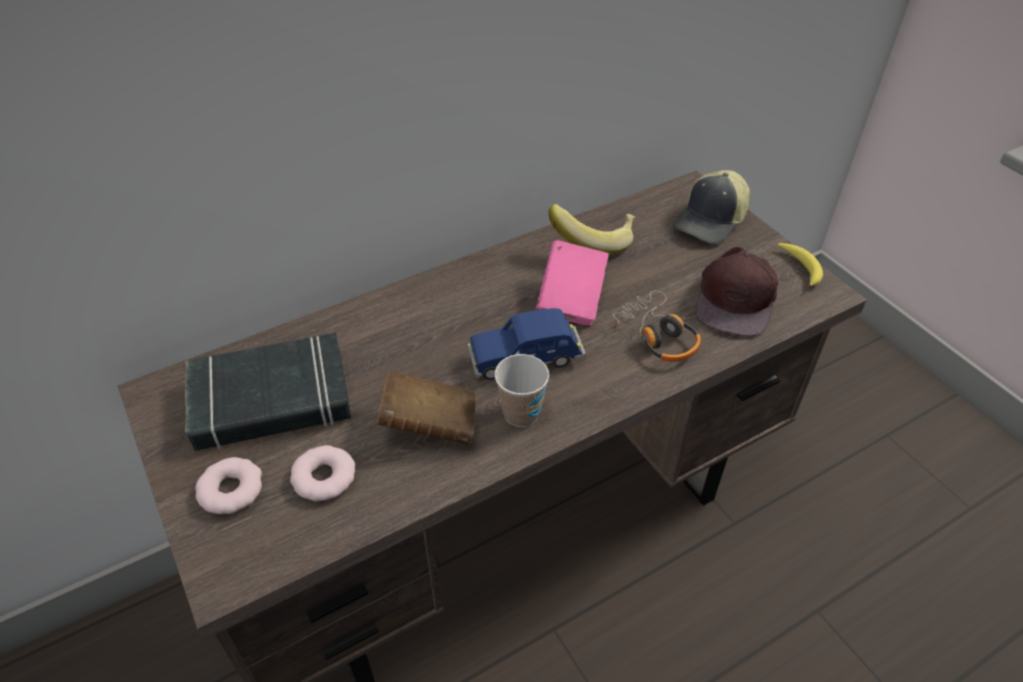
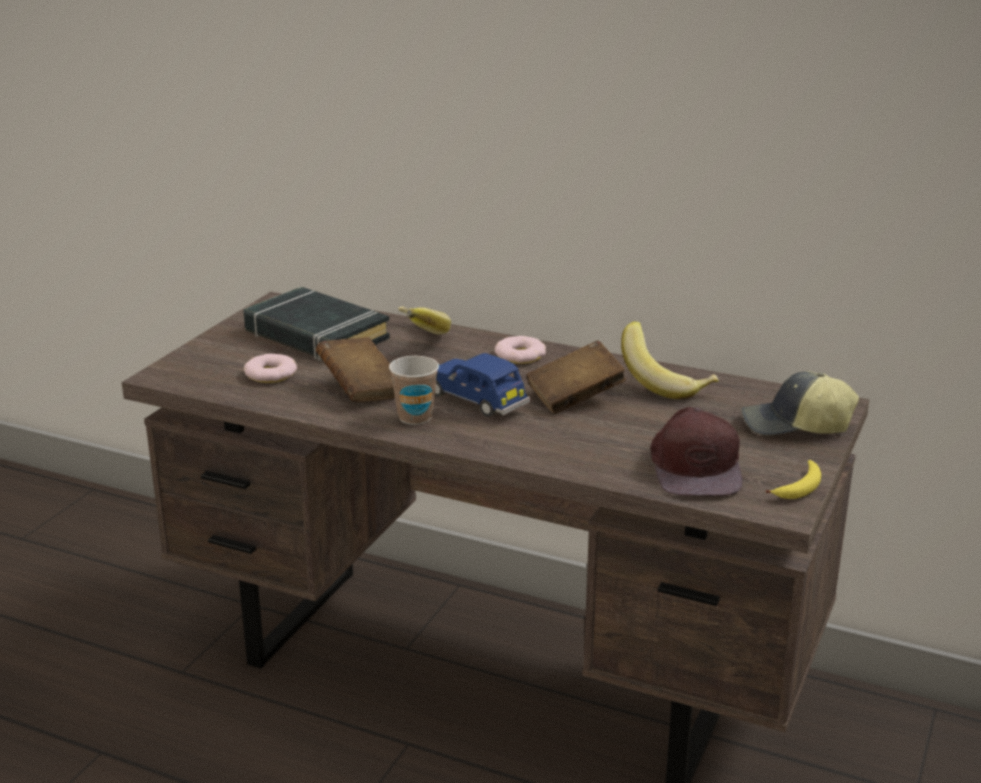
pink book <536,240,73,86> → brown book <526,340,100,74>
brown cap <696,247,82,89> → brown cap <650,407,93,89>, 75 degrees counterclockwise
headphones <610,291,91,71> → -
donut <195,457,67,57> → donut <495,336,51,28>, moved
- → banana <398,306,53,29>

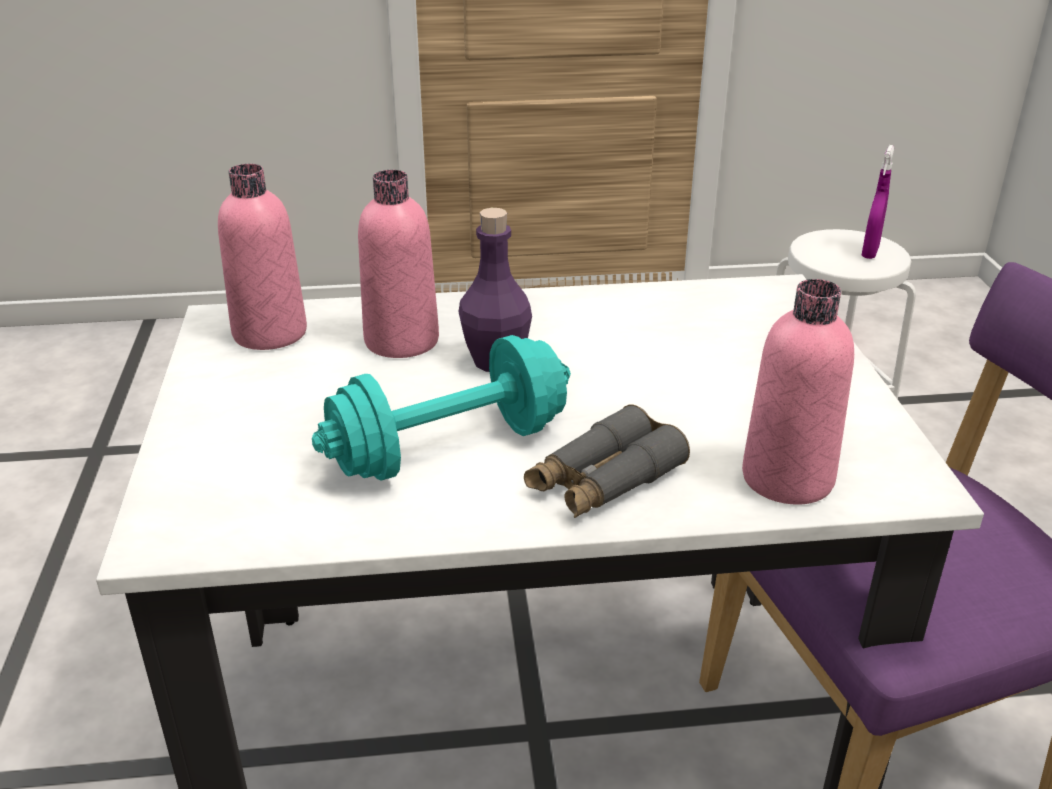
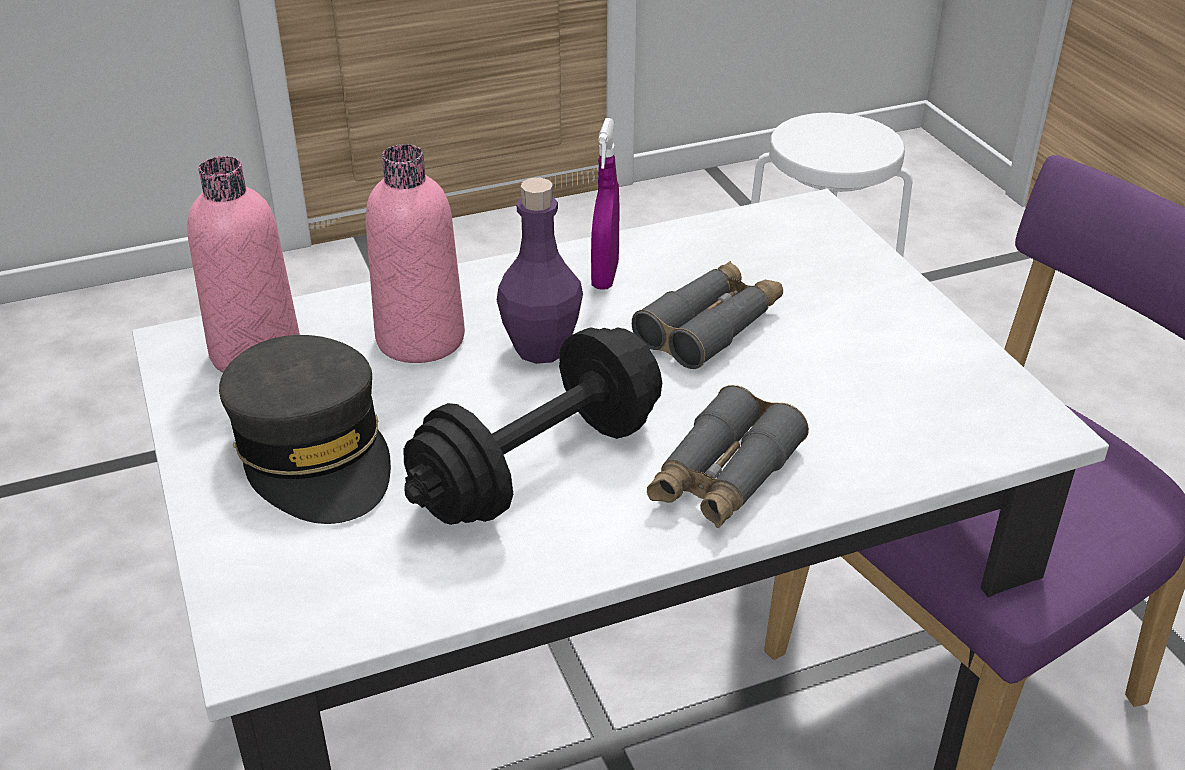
purple spray bottle <862,145,32,114> → purple spray bottle <591,118,28,172>, moved
pink bottle <742,279,112,226> → -
turquoise dumbbell <312,335,259,145> → black dumbbell <403,327,259,198>
- → grey binoculars <632,261,151,108>
- → grey cap <219,335,172,189>

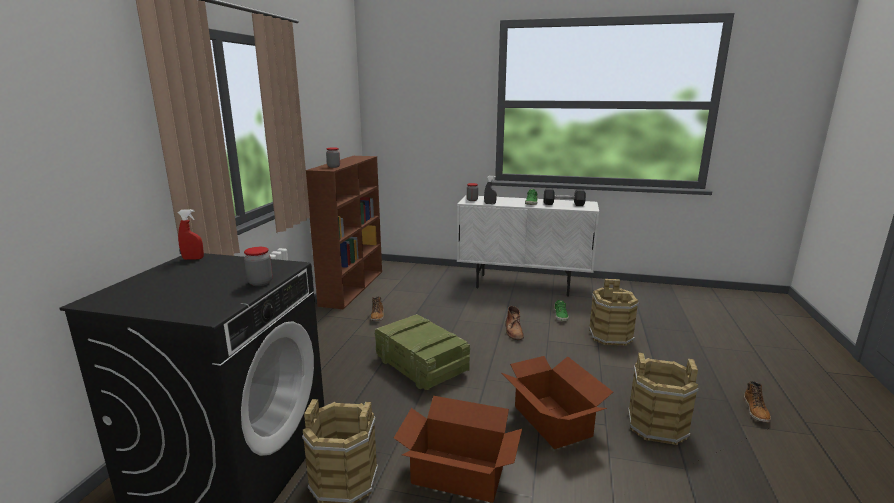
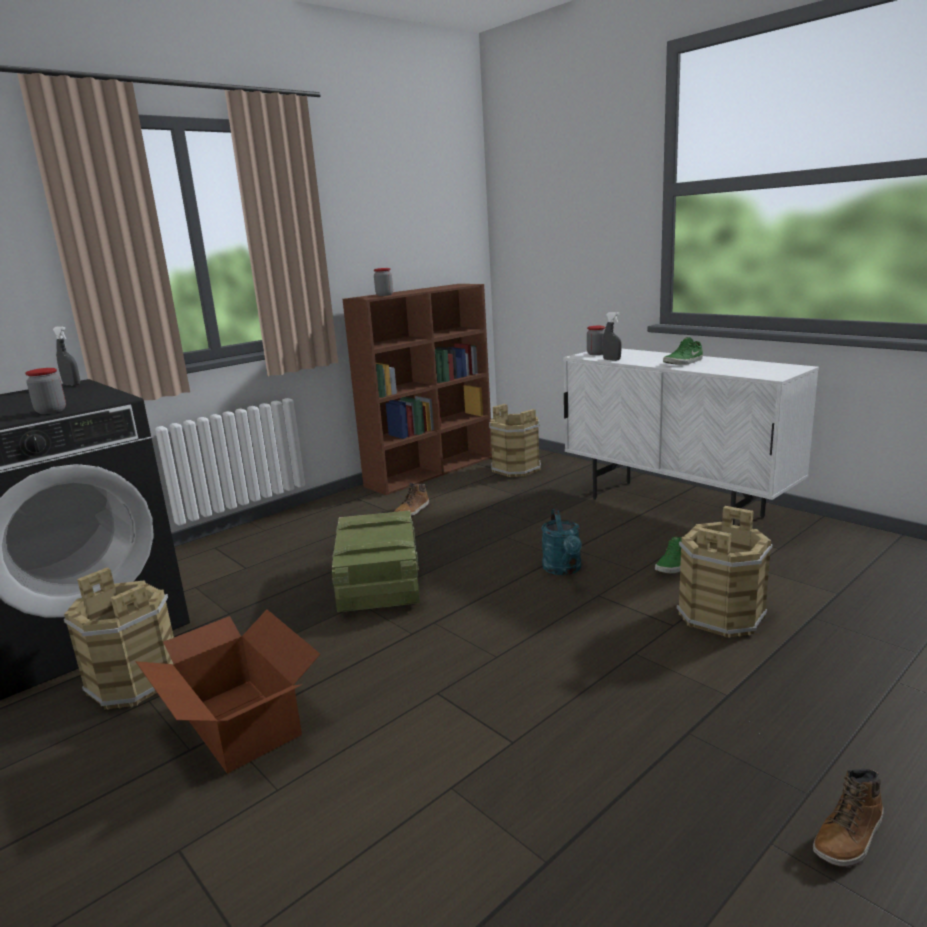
black dumbbell <544,188,42,18> → -
red spray bottle <178,209,26,51> → grey spray bottle <53,326,27,60>
brown boot <505,306,19,34> → turquoise watering can <541,509,41,66>
brown bucket <628,353,71,92> → brown bucket <489,404,52,73>, moved
cardboard box <502,356,111,93> → -

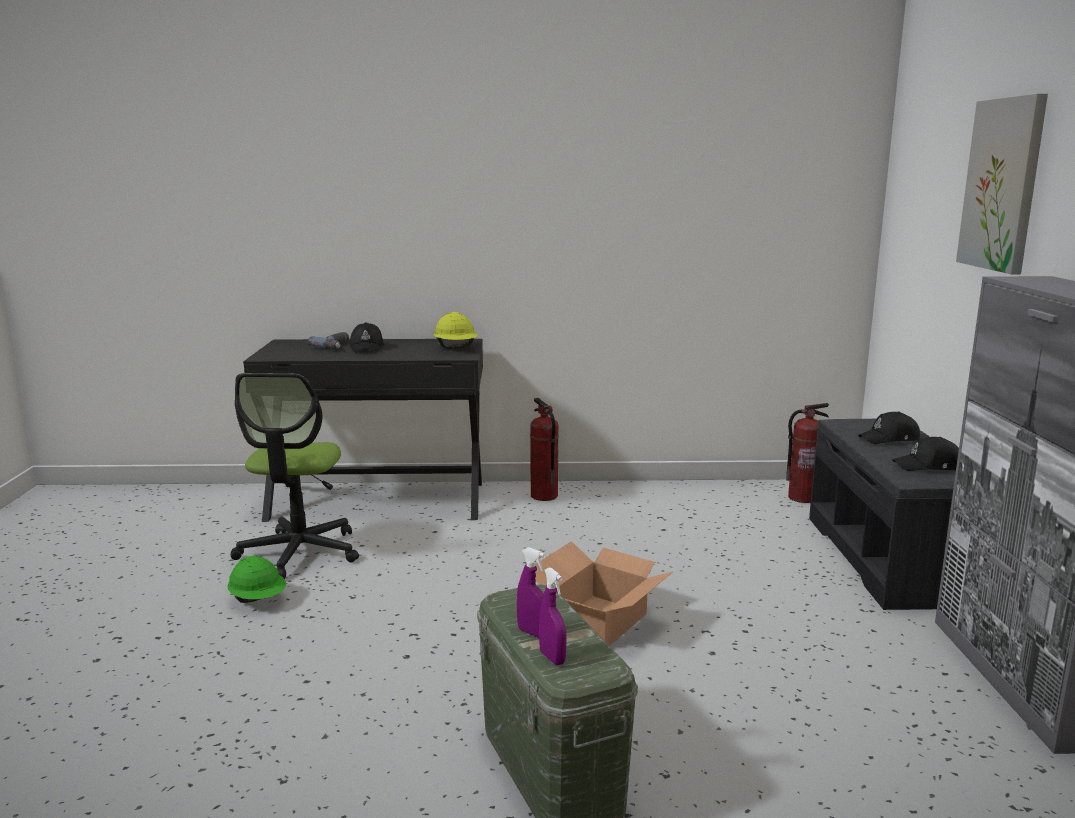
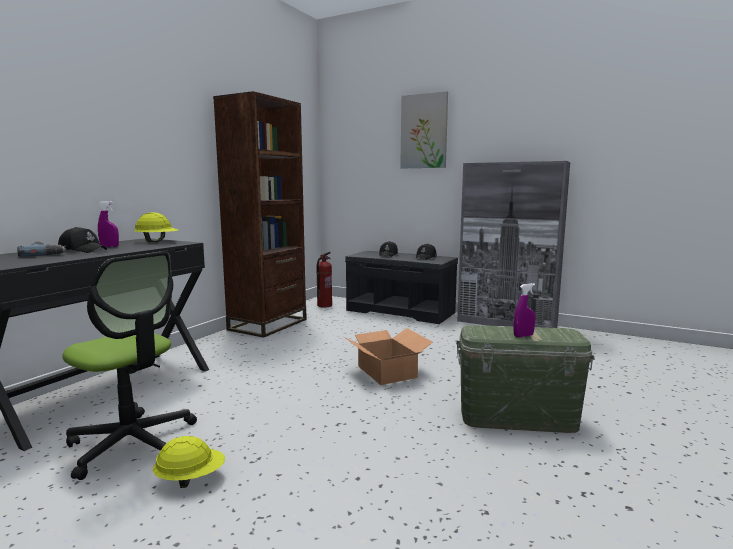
fire extinguisher <530,398,29,103> → -
green hard hat <227,556,59,47> → yellow hard hat <153,436,72,52>
purple spray bottle <539,567,28,98> → purple spray bottle <98,201,21,46>, moved
- → brown bookcase <213,91,94,247>

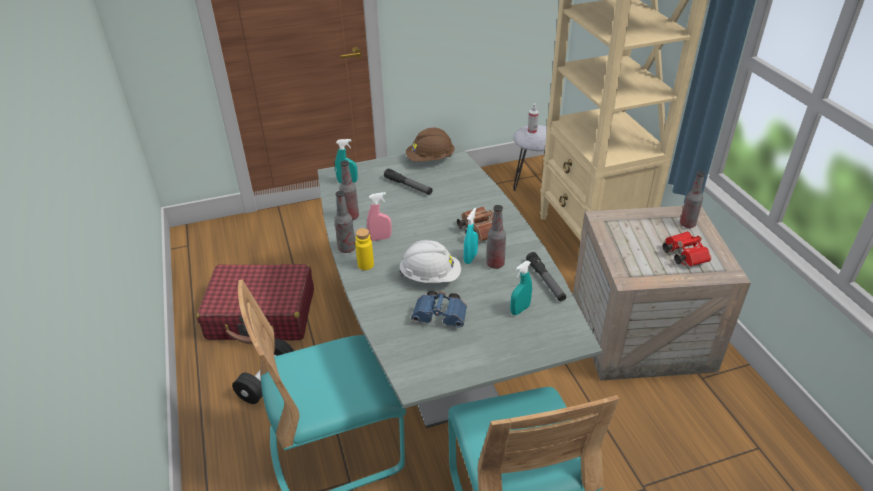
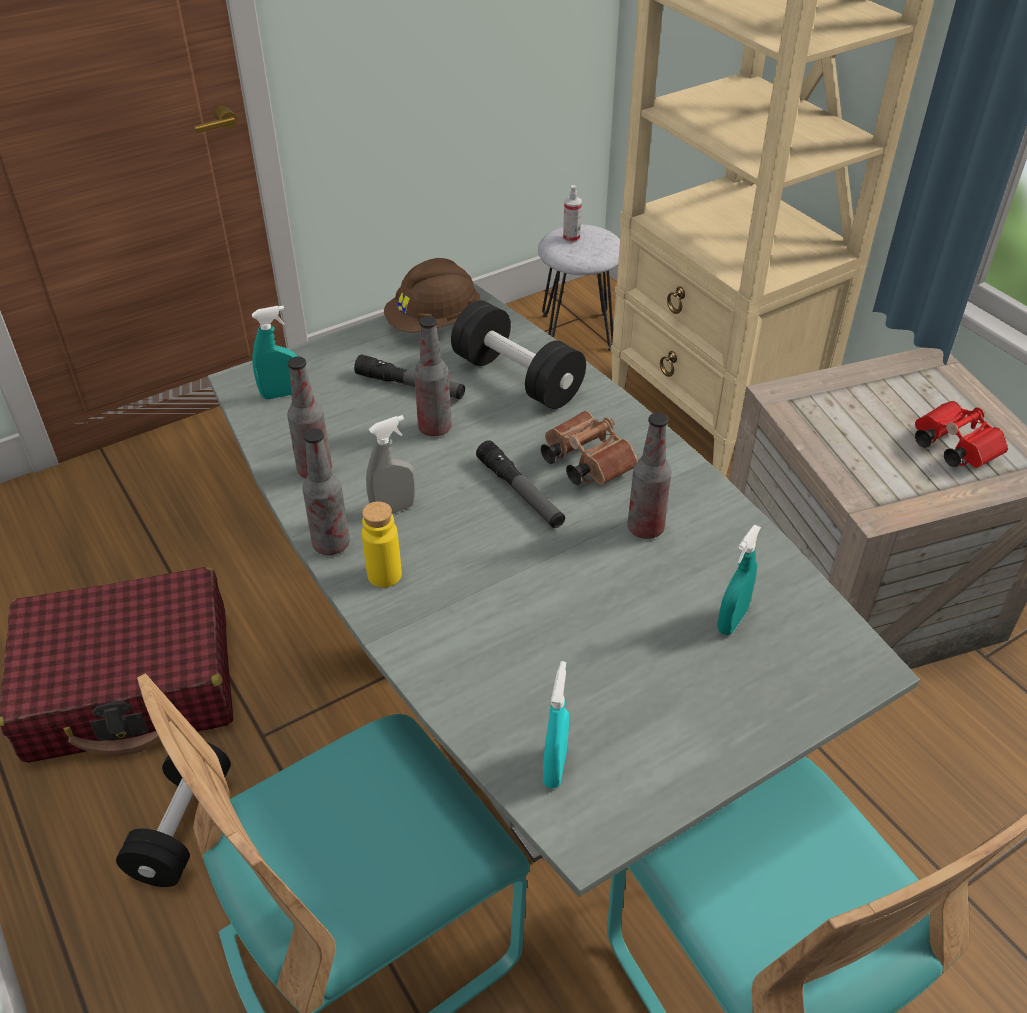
bottle <680,171,25,57> → bottle <414,316,38,120>, moved
pink spray bottle <367,192,24,49> → grey spray bottle <366,415,50,99>
turquoise spray bottle <464,208,14,56> → turquoise spray bottle <543,661,26,128>, moved
white hard hat <399,240,62,43> → -
flashlight <526,252,40,49> → flashlight <476,440,89,88>, moved
blue binoculars <411,291,56,36> → -
- → black dumbbell <451,300,135,109>

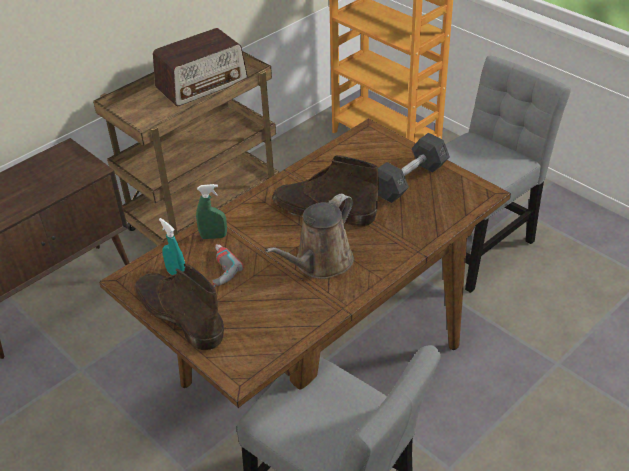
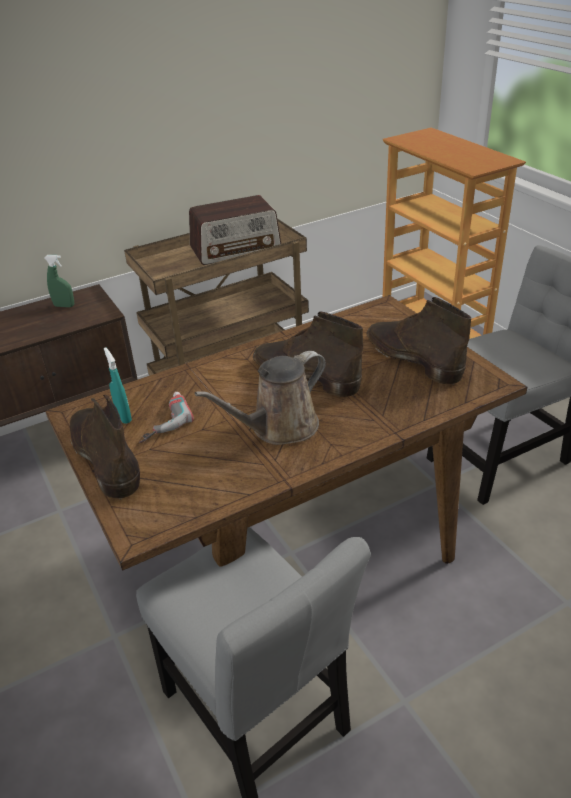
grey dumbbell <378,133,72,70> → brown boot <366,297,105,88>
green spray bottle <196,184,31,55> → green spray bottle <44,255,30,52>, moved

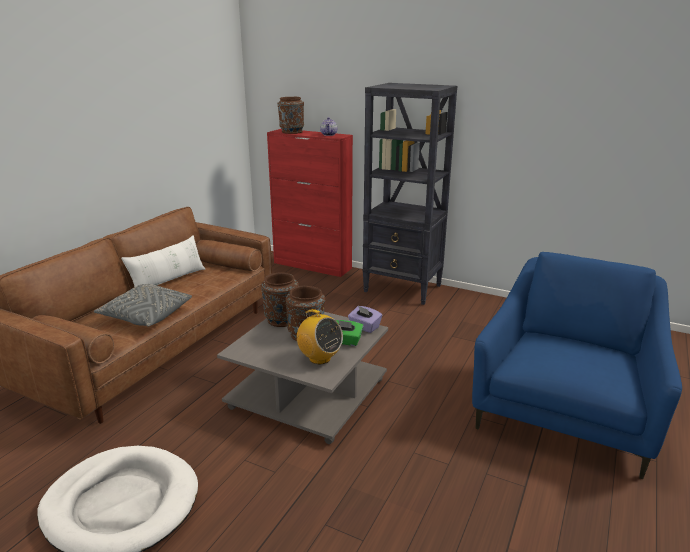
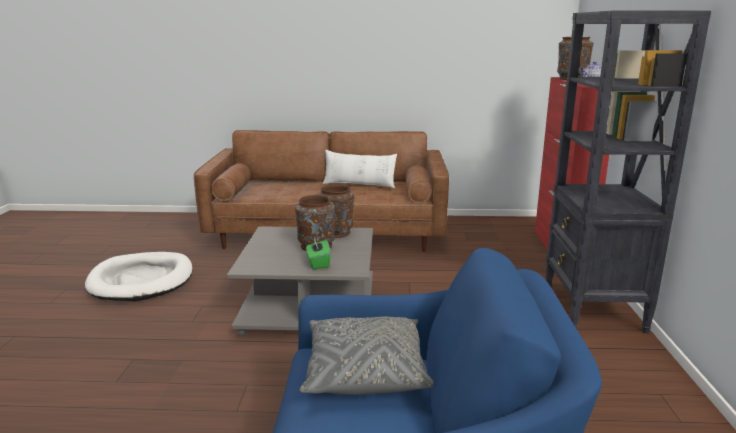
grey pillow <94,284,98,43> → grey pillow <299,317,134,78>, moved
purple tissue box <348,306,34,27> → -
radio <293,309,50,55> → -

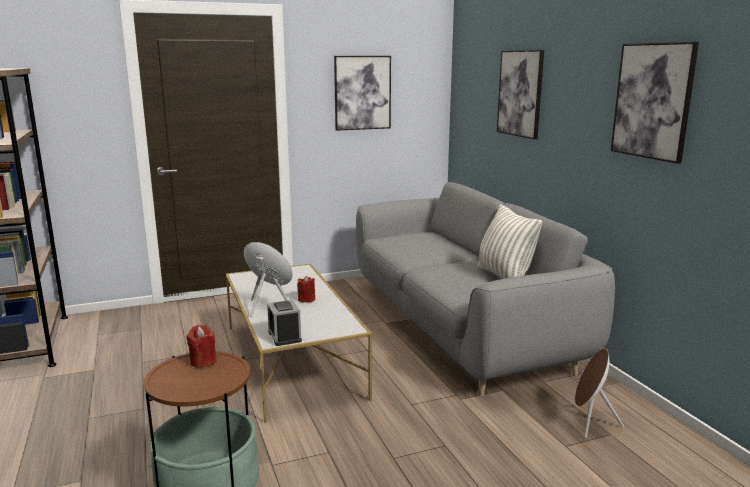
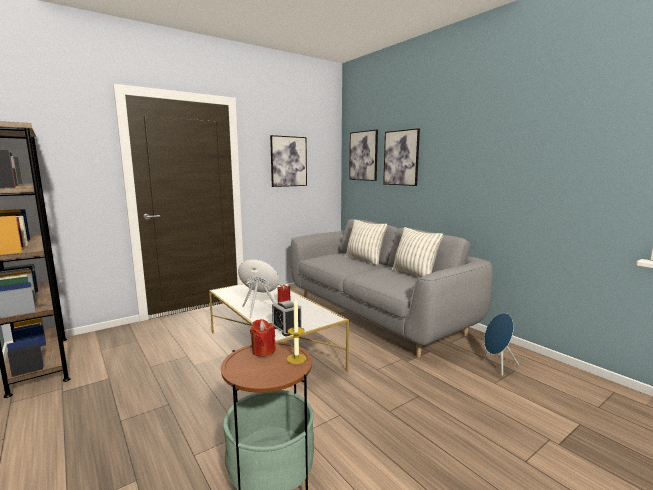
picture <611,42,88,122> → picture <349,130,29,51>, moved
brown speaker <575,348,49,90> → blue speaker <484,313,35,62>
- → pillow <345,220,42,45>
- → candle <287,298,19,66>

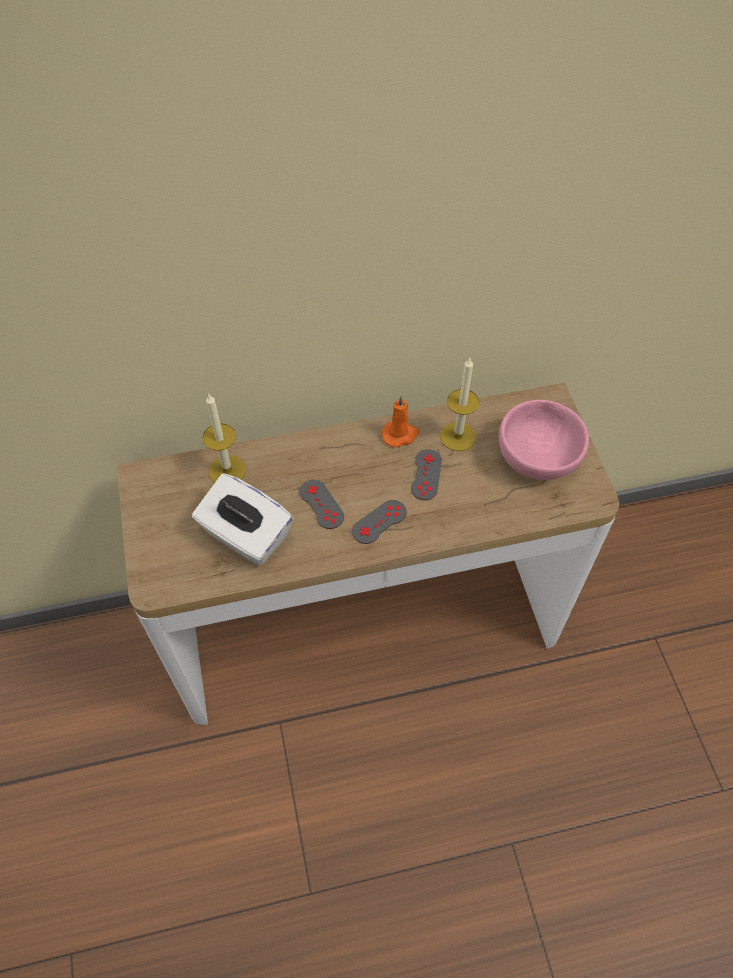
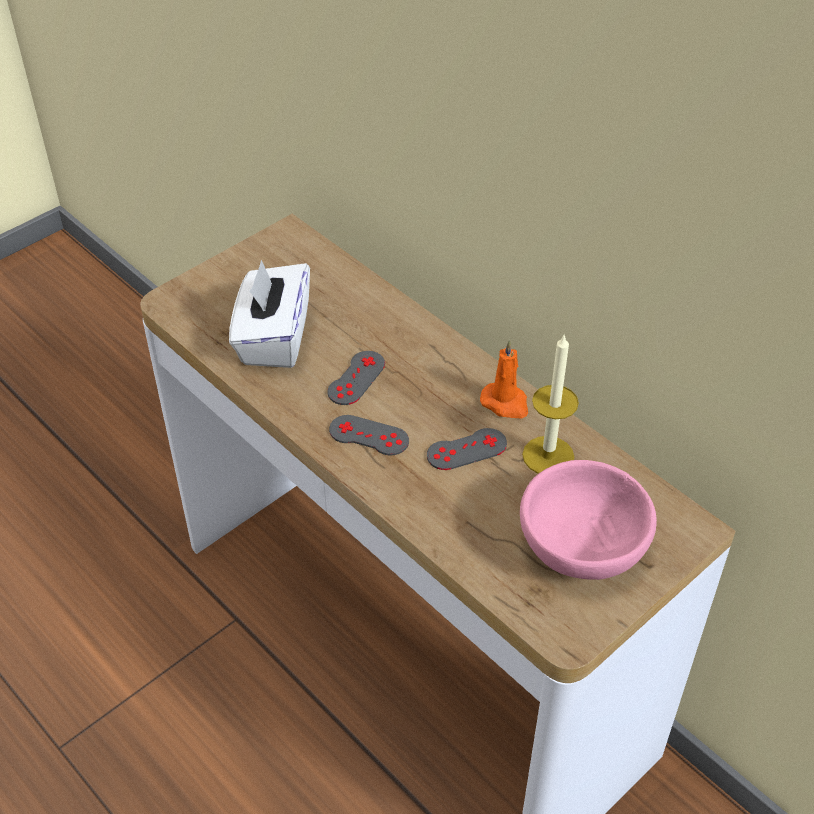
candle <202,393,44,90> → -

